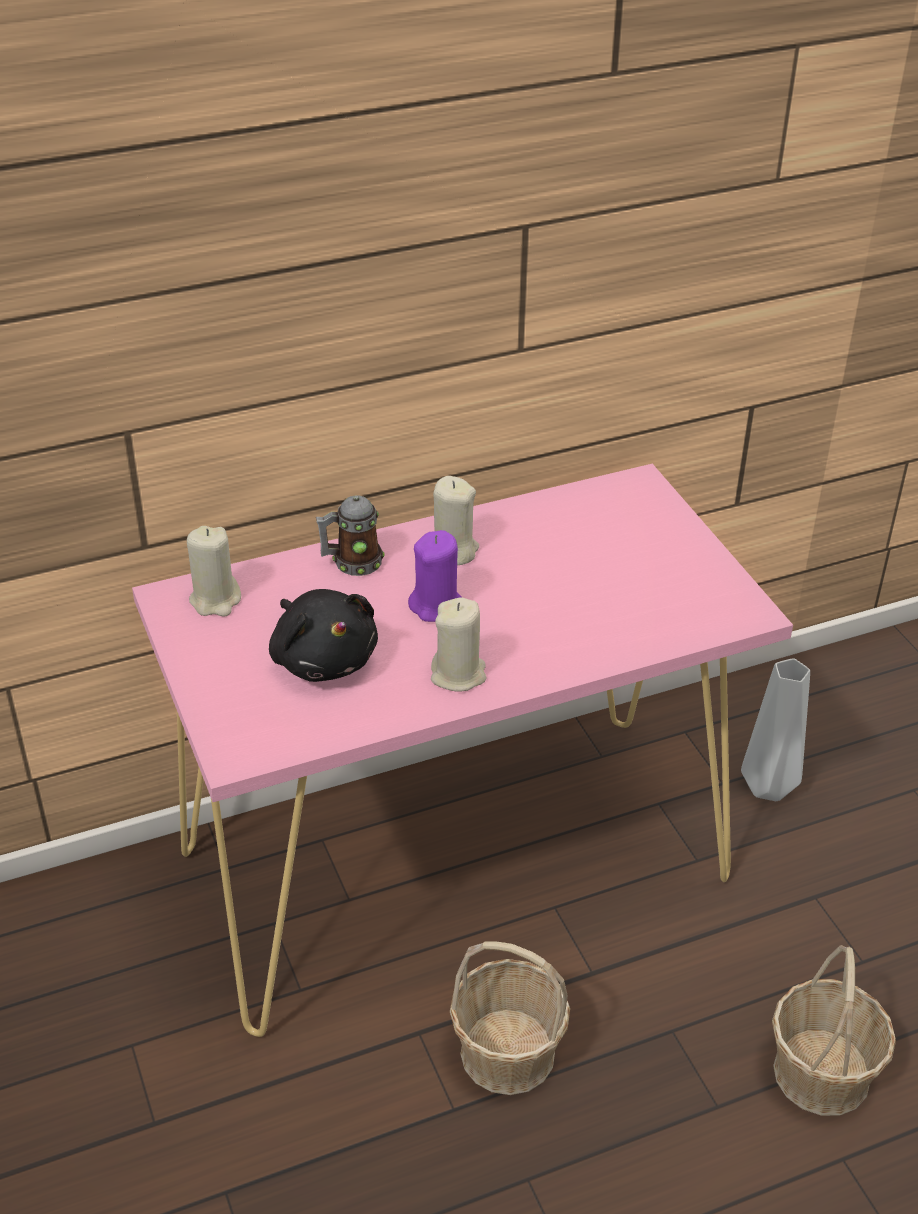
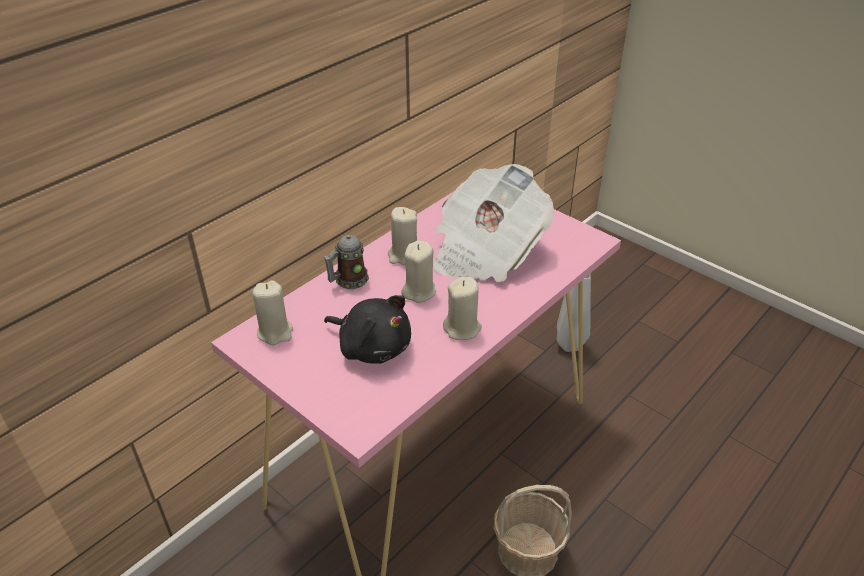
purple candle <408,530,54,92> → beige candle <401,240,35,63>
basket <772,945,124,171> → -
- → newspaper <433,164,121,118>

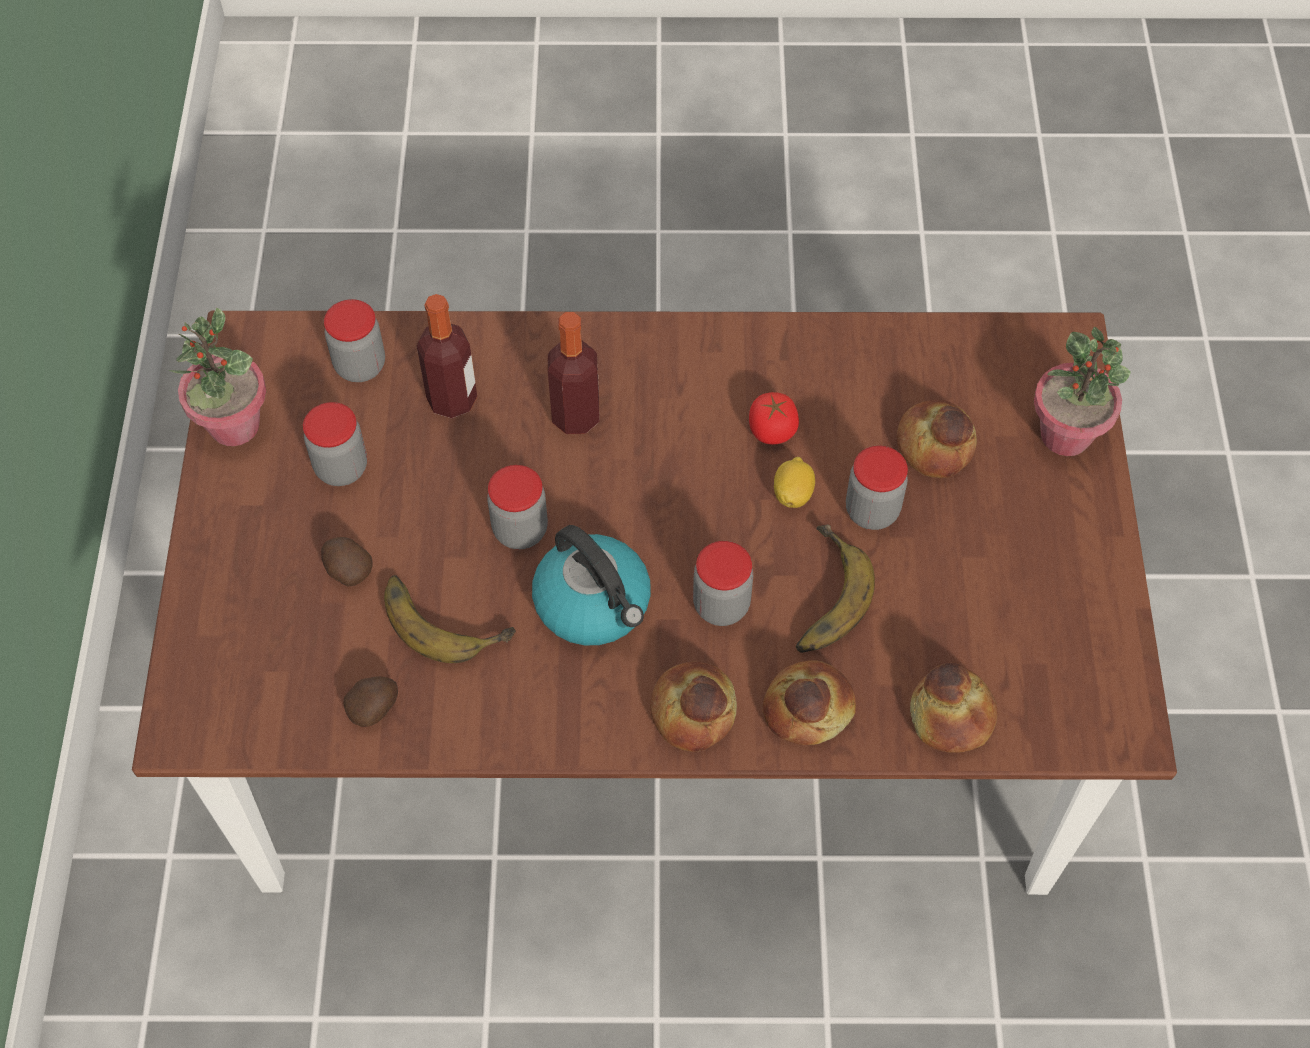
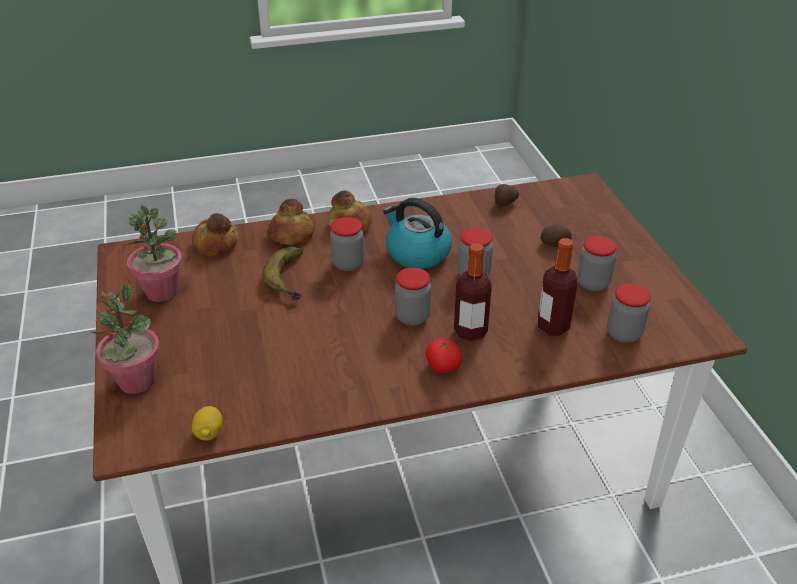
potted plant <169,308,97,138> → potted plant <126,205,57,97>, moved
tomato <749,392,50,53> → tomato <426,337,36,36>, moved
bread <897,400,80,78> → -
jar <846,446,62,84> → jar <395,268,36,58>, moved
lemon <774,457,41,51> → lemon <192,406,31,35>, moved
banana <384,575,132,88> → -

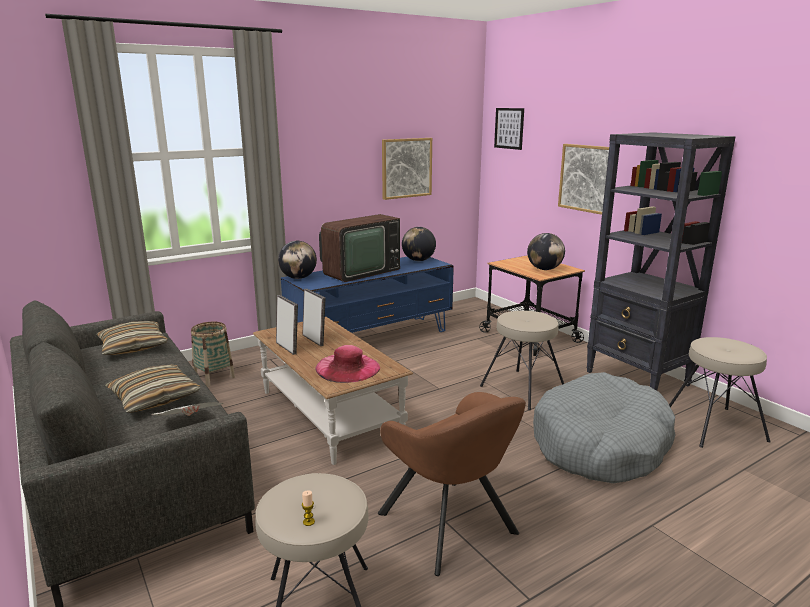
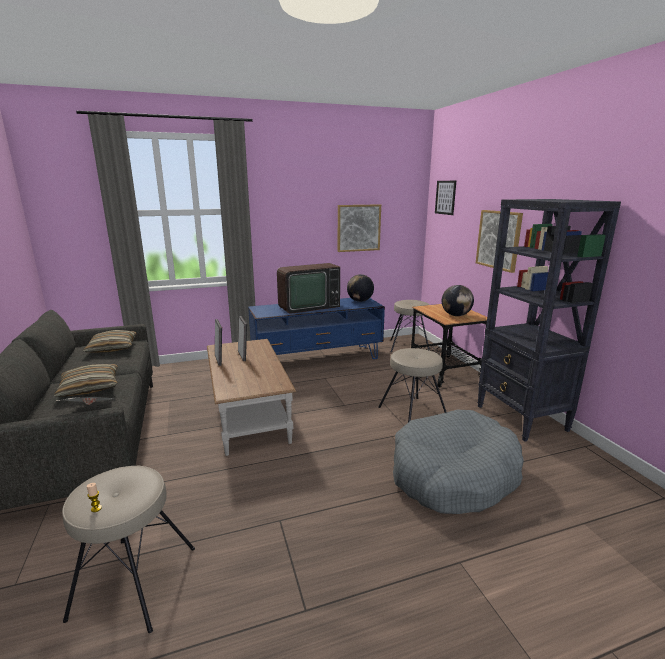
globe <278,241,39,38> → -
basket <191,322,44,65> → -
beige stool <669,337,101,111> → beige stool <391,300,39,52>, moved
pink hat <315,345,65,38> → -
brown armchair <378,392,148,184> → -

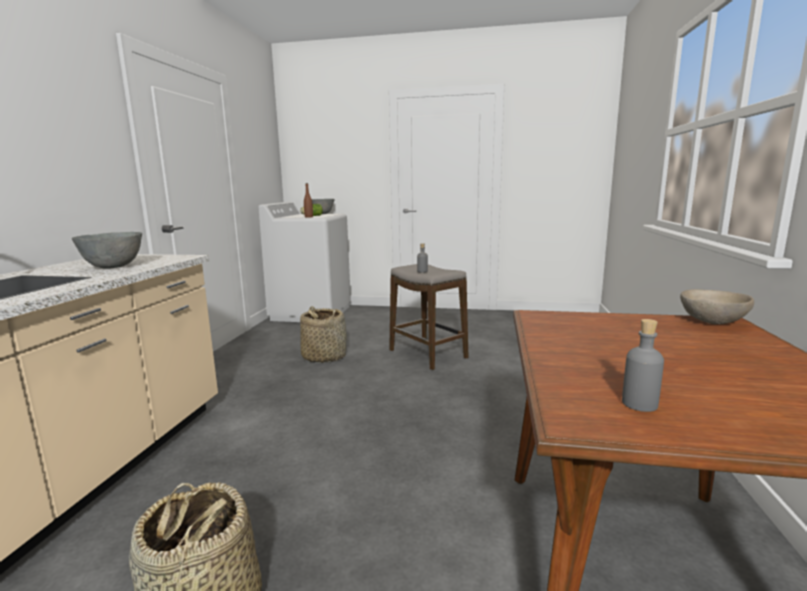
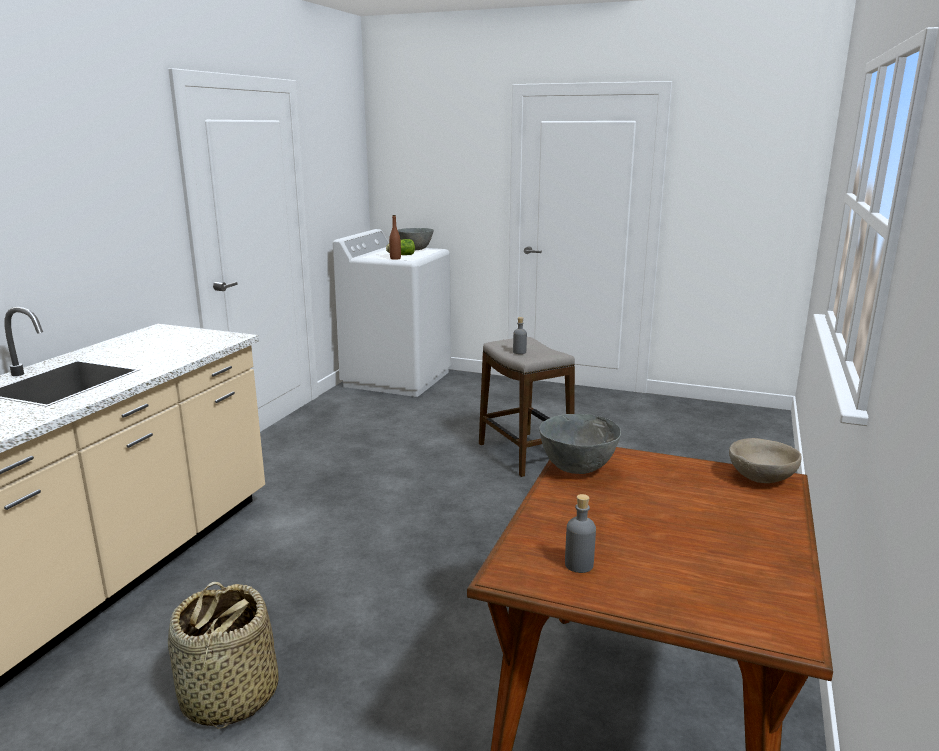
grey bowl <72,232,70,37> → grey bowl <539,414,82,60>, moved
basket <300,306,46,57> → -

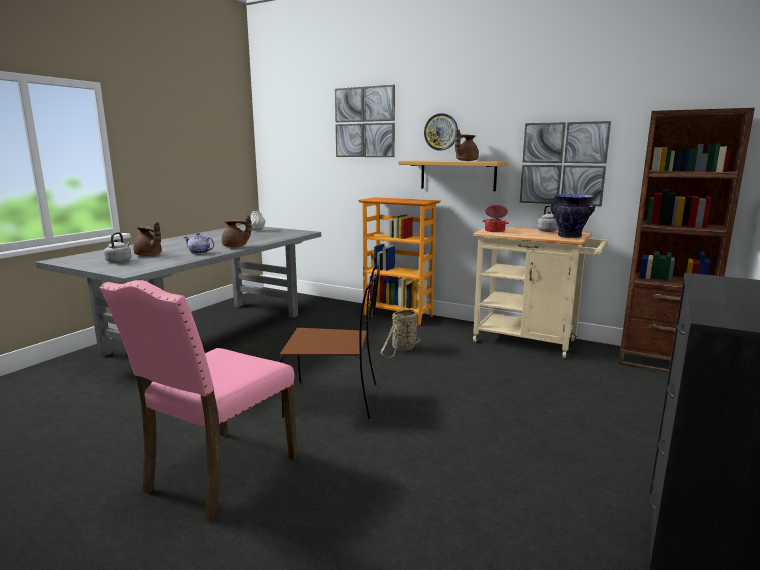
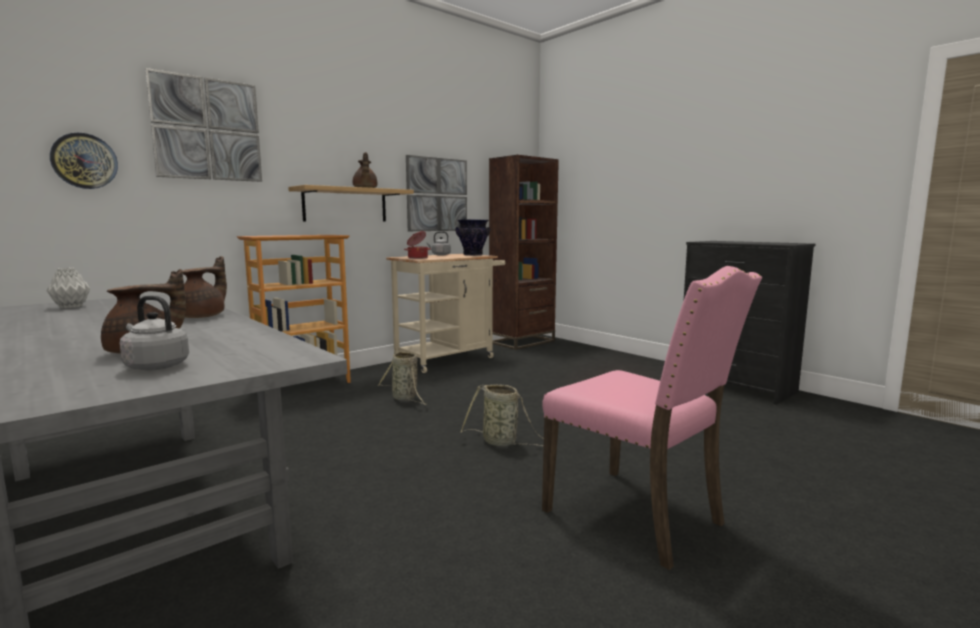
wall clock <424,113,34,37> → wall clock <50,133,68,56>, moved
teapot <184,233,30,21> → -
brown chair <280,265,100,154> → basket <461,384,83,62>

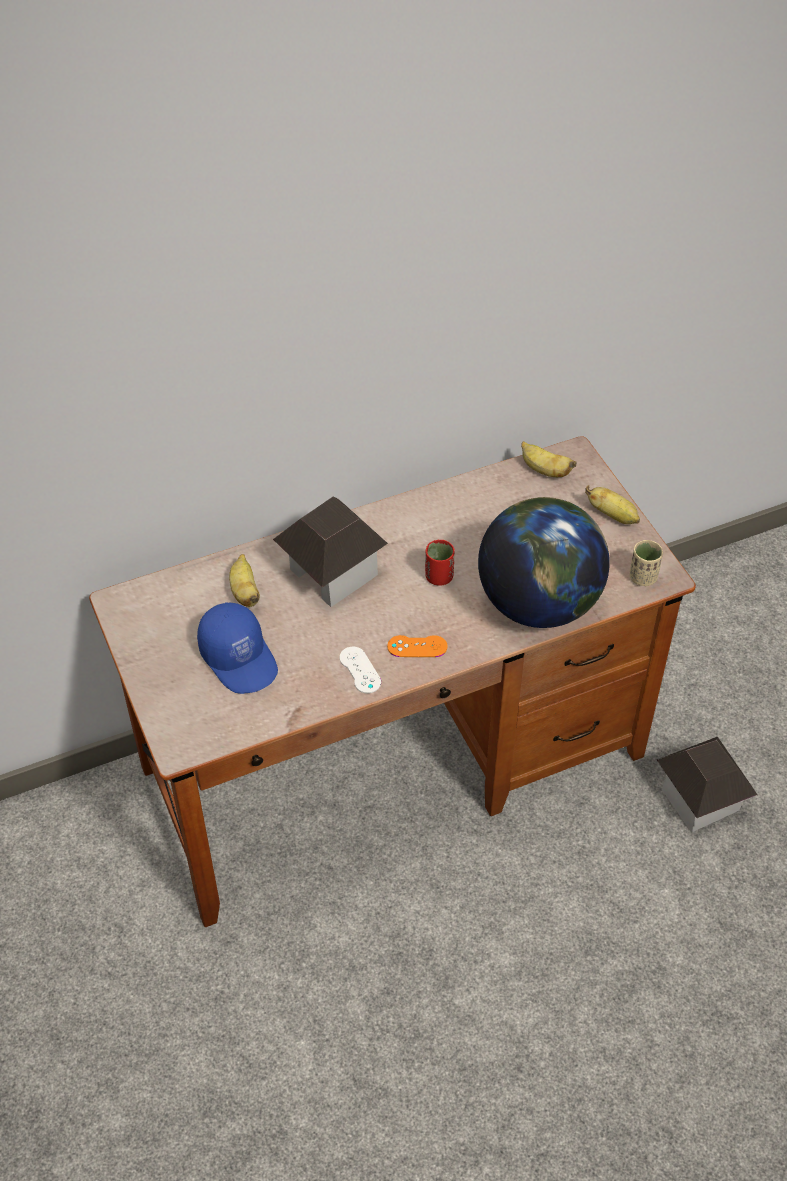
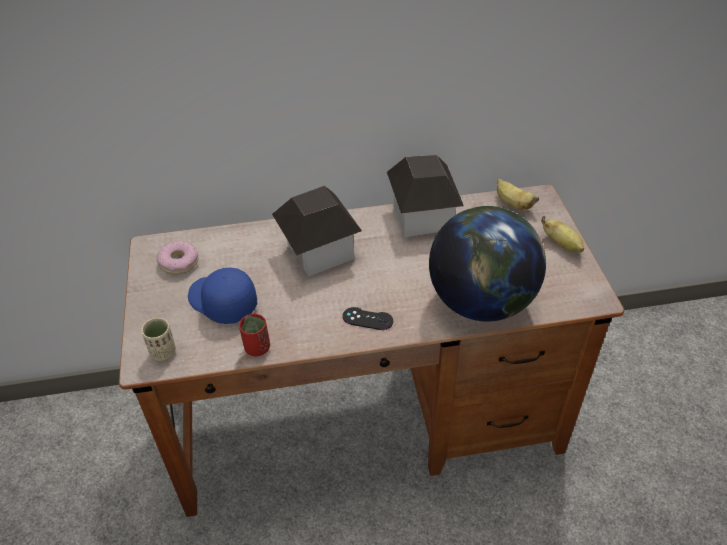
red cup <425,540,30,46> → red cup <239,314,31,42>, moved
beige cup <630,540,33,46> → beige cup <142,318,34,43>, moved
banana <229,554,31,53> → -
blue cap <197,602,81,92> → blue cap <188,268,69,56>, 150 degrees clockwise
orange game controller <387,635,61,22> → black game controller <343,307,50,23>
white game controller <340,646,41,48> → -
toy house <657,737,101,96> → toy house <387,155,77,83>, moved
- → donut <157,241,41,34>

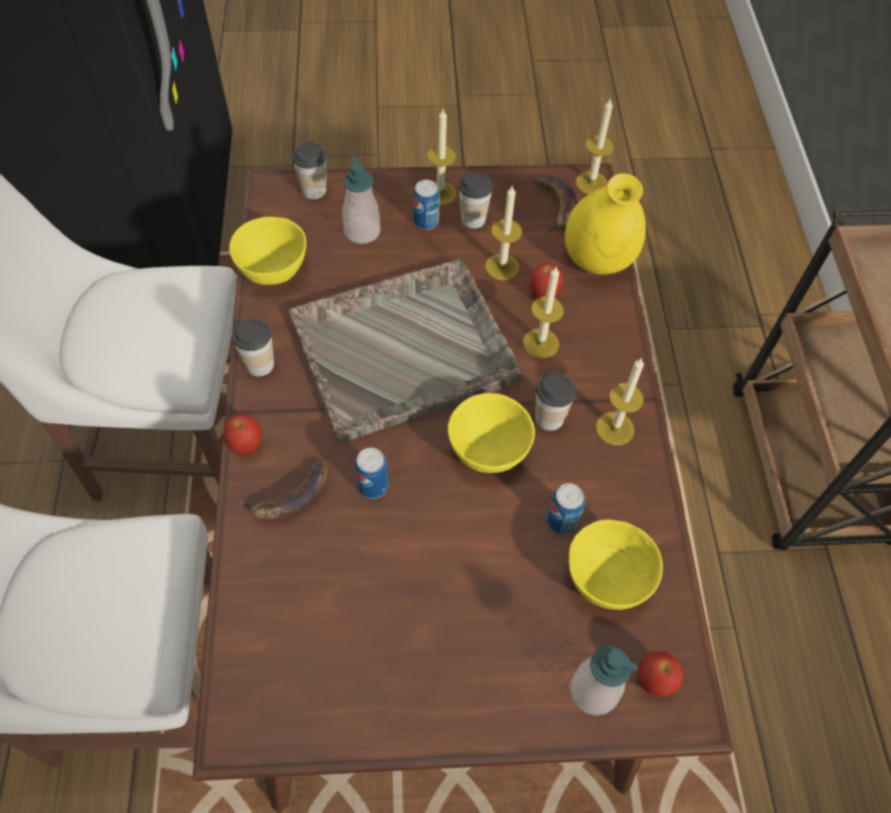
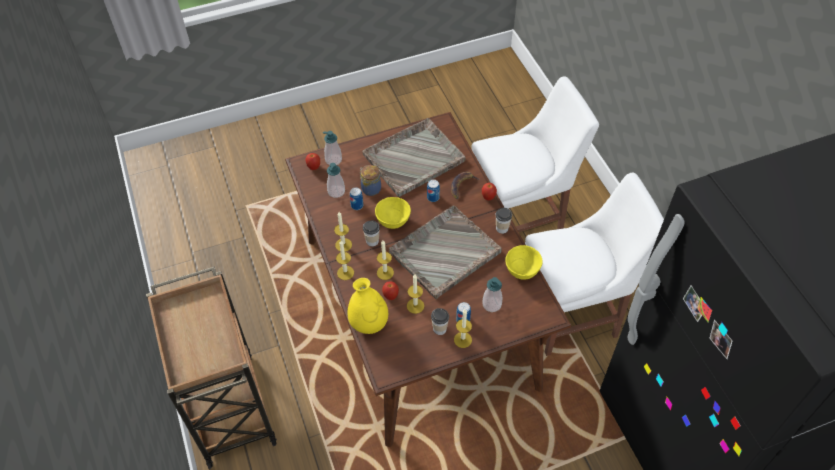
candle <576,98,38,96> → candle <336,241,18,39>, moved
cup <293,142,34,57> → -
banana <533,175,44,60> → -
yellow bowl <568,519,95,91> → soap dispenser <327,163,18,35>
- → grey tray <362,118,104,79>
- → jar <360,165,21,31>

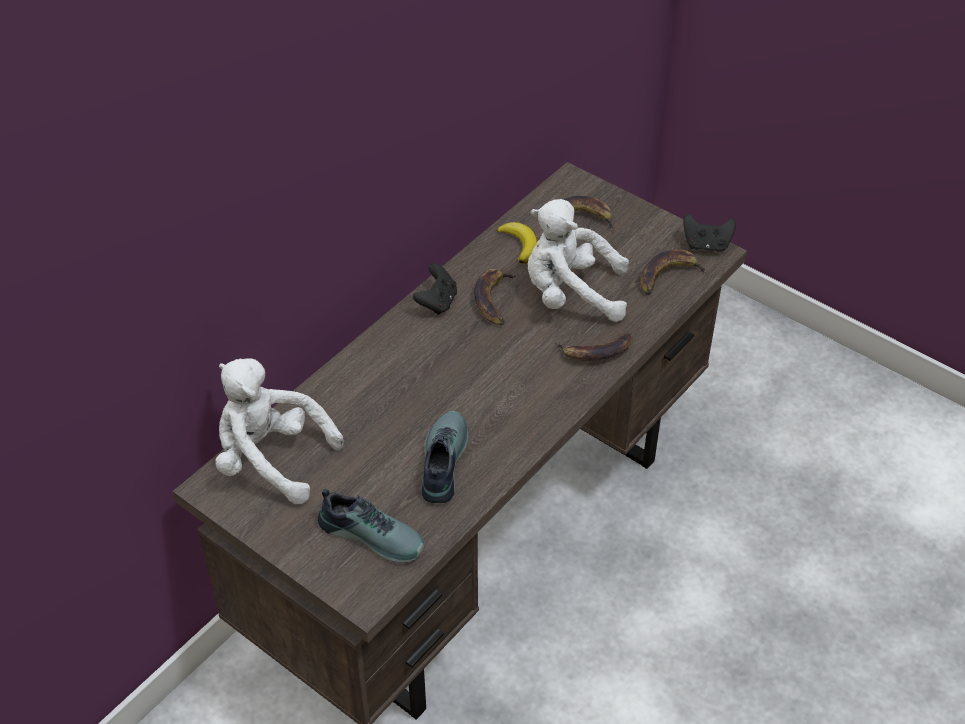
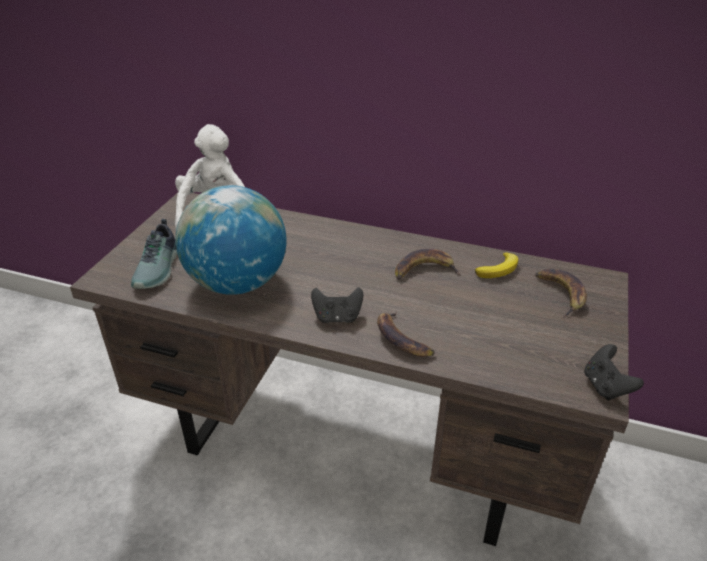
white plush toy <528,199,101,123> → -
banana <640,249,70,46> → -
black game controller <413,263,44,52> → black game controller <311,287,52,36>, moved
shoe <422,411,46,92> → globe <175,185,111,110>

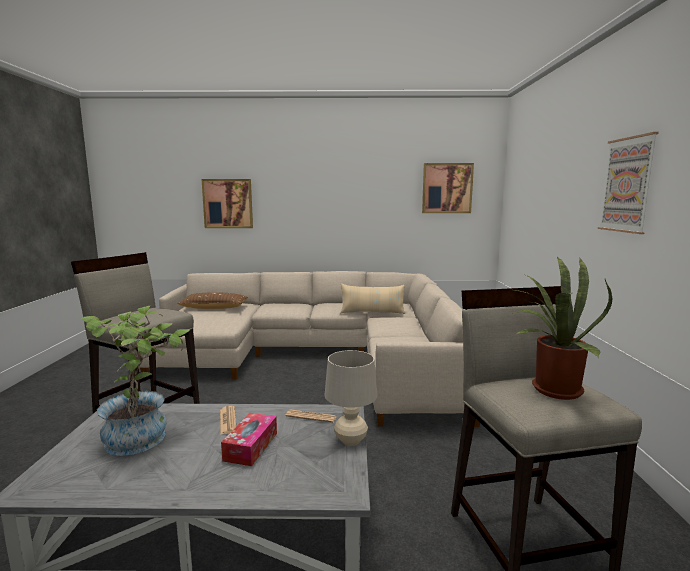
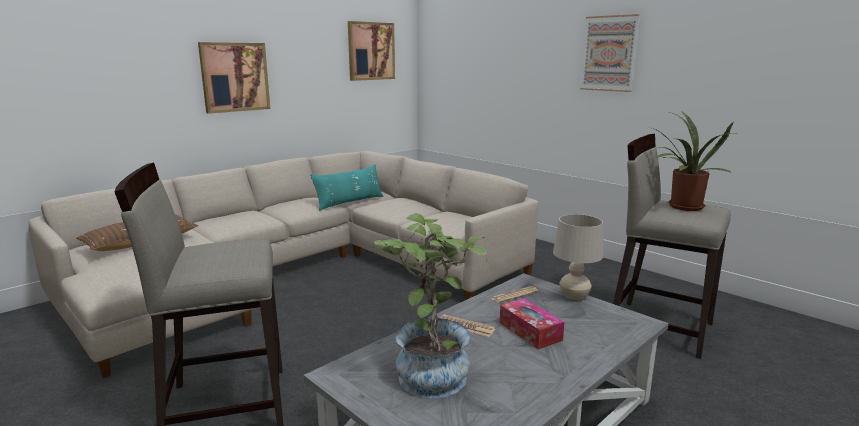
picture <202,179,51,49> → picture <198,42,72,72>, moved
beige pillow <340,284,65,30> → turquoise pillow <310,164,74,47>

